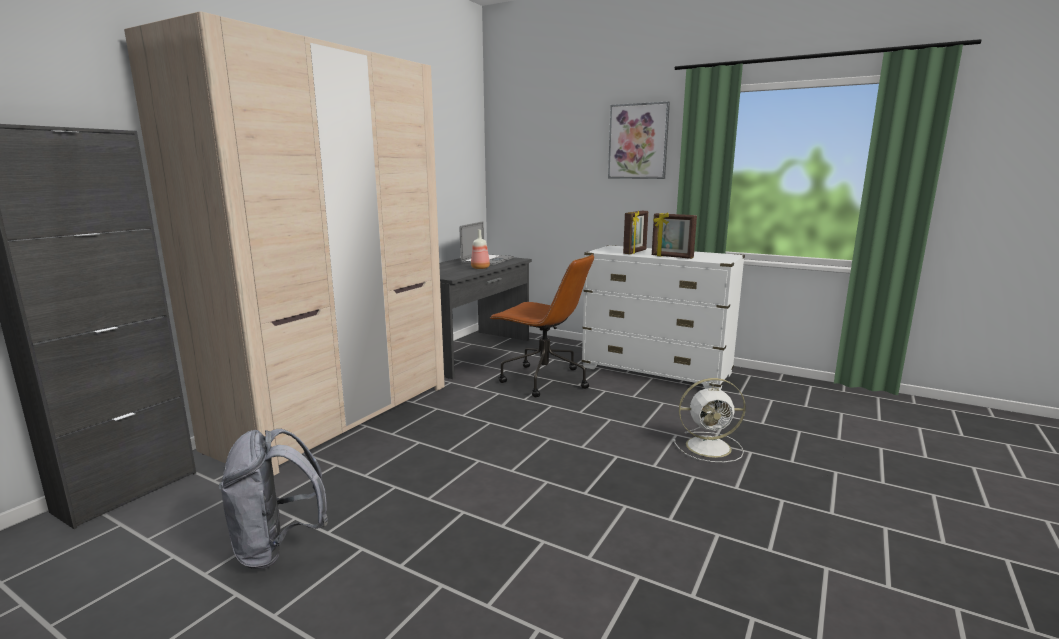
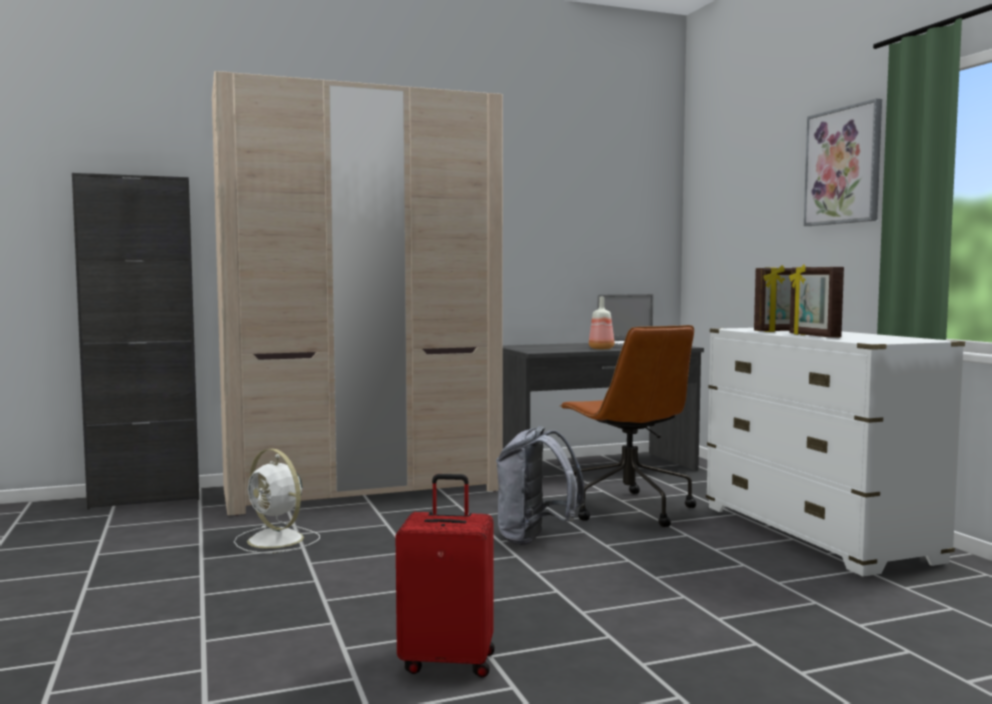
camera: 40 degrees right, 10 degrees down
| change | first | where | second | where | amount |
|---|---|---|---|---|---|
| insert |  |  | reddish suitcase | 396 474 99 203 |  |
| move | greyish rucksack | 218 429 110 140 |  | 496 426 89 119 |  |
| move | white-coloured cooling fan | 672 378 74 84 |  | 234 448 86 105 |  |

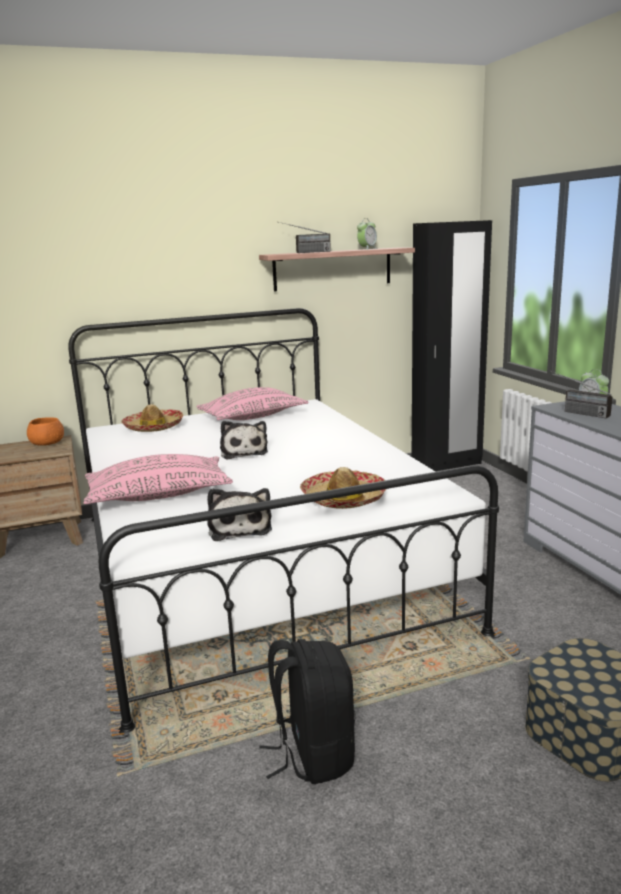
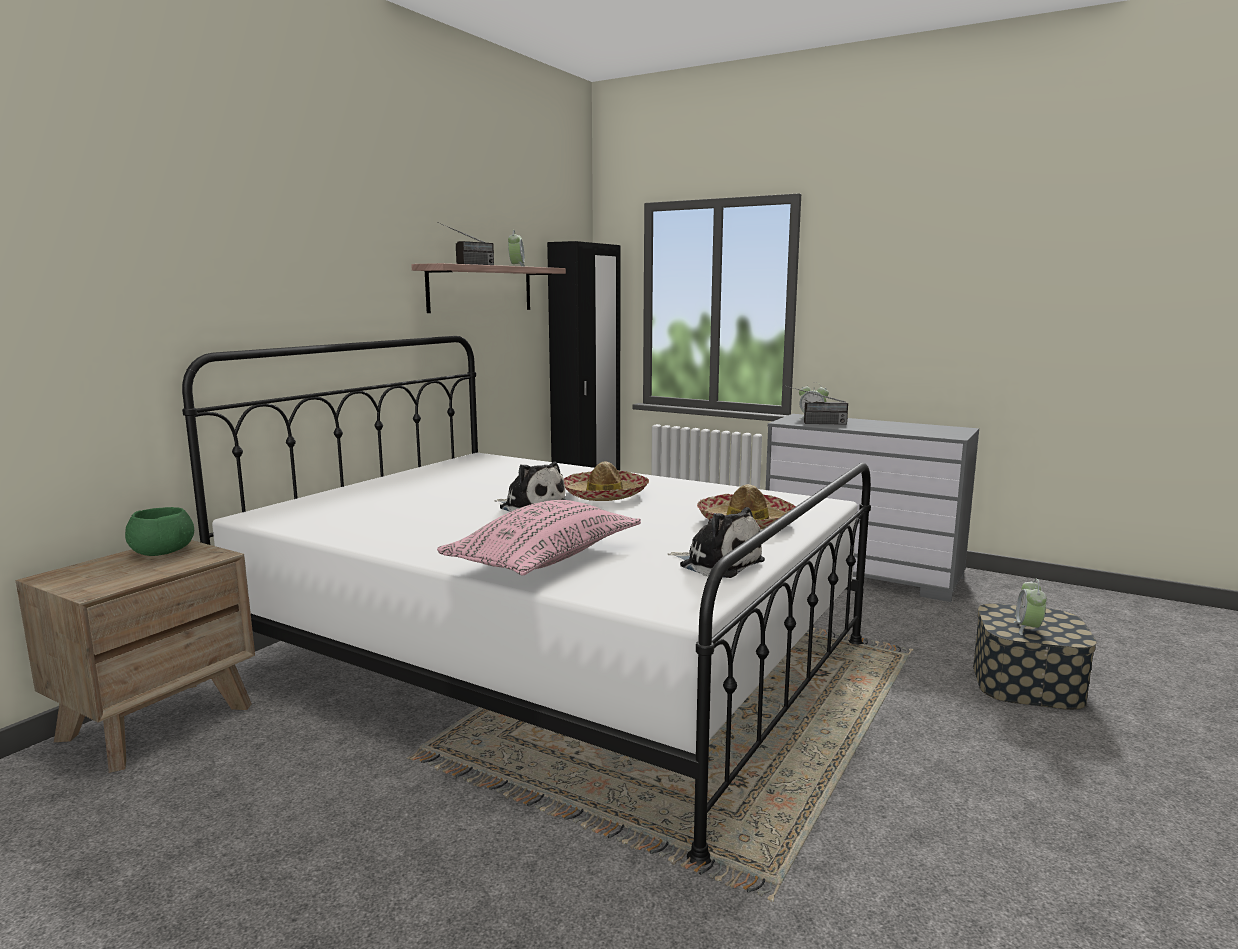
camera: 40 degrees left, 5 degrees down
| change | first | where | second | where | amount |
|---|---|---|---|---|---|
| delete | pink-coloured cushion | 196 387 113 33 |  |  |  |
| delete | black rucksack | 259 639 96 145 |  |  |  |
| insert |  |  | table clock | 1014 579 33 56 |  |
| move | wearable hat | 121 404 62 28 |  | 564 461 85 40 |  |
| recolor | orange-coloured bowl | 27 417 37 29 | greenish bowl | 125 507 69 49 |  |

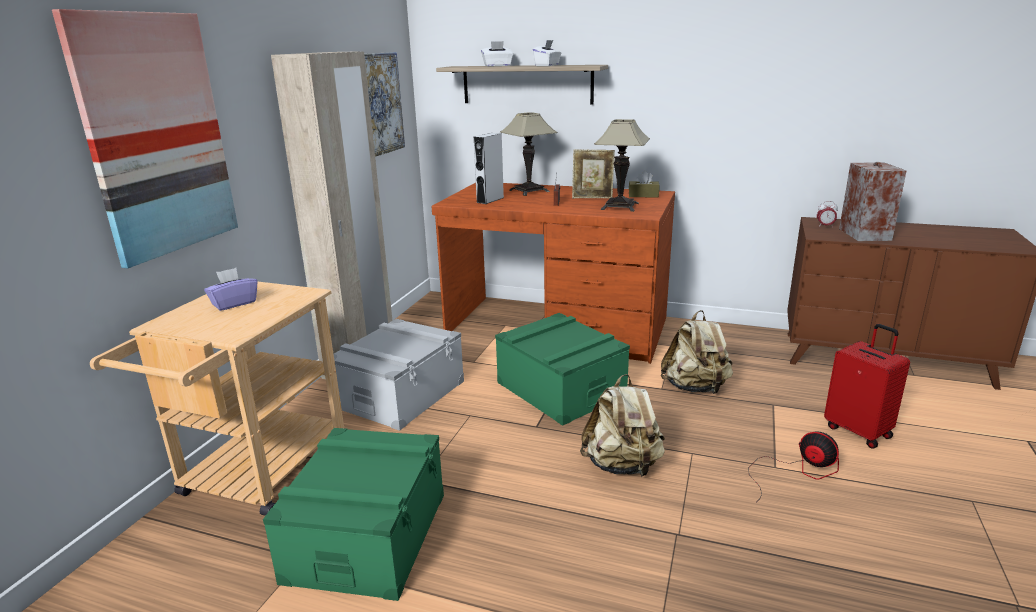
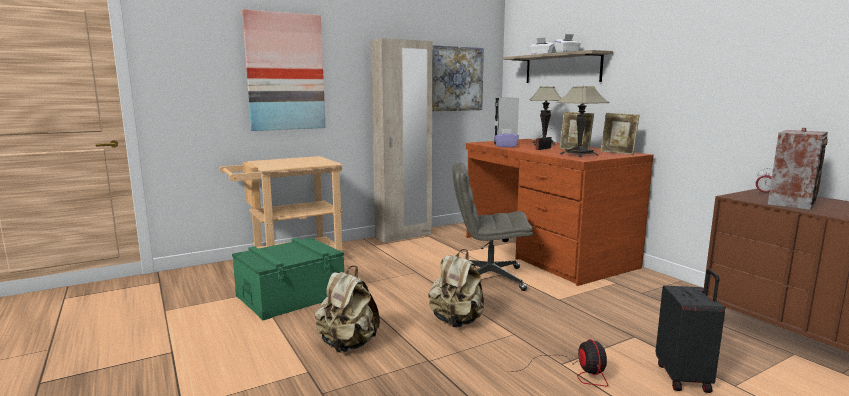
camera: 40 degrees right, 10 degrees down
| change | first | where | second | where | amount |
|---|---|---|---|---|---|
| delete | greyish storage container | 333 319 131 112 |  |  |  |
| move | purplish tissue holder | 204 268 54 43 |  | 494 129 25 18 |  |
| move | beige rucksack | 661 310 72 84 |  | 315 266 65 87 |  |
| replace | greenish storage container | 495 313 135 113 | greyish office chair | 453 163 80 128 |  |
| replace | brown tissue holder | 629 171 31 26 | picture frame | 601 113 39 42 |  |
| recolor | reddish suitcase | 824 324 86 124 | black suitcase | 656 269 69 124 |  |

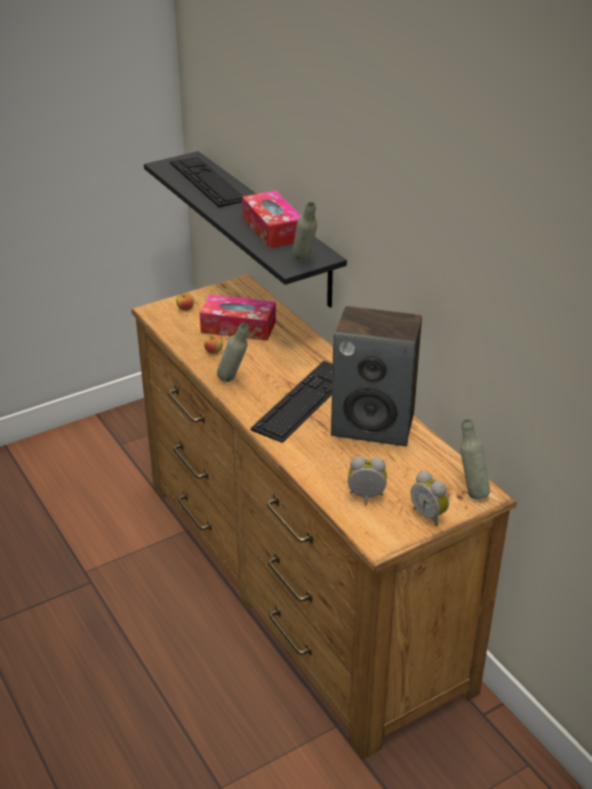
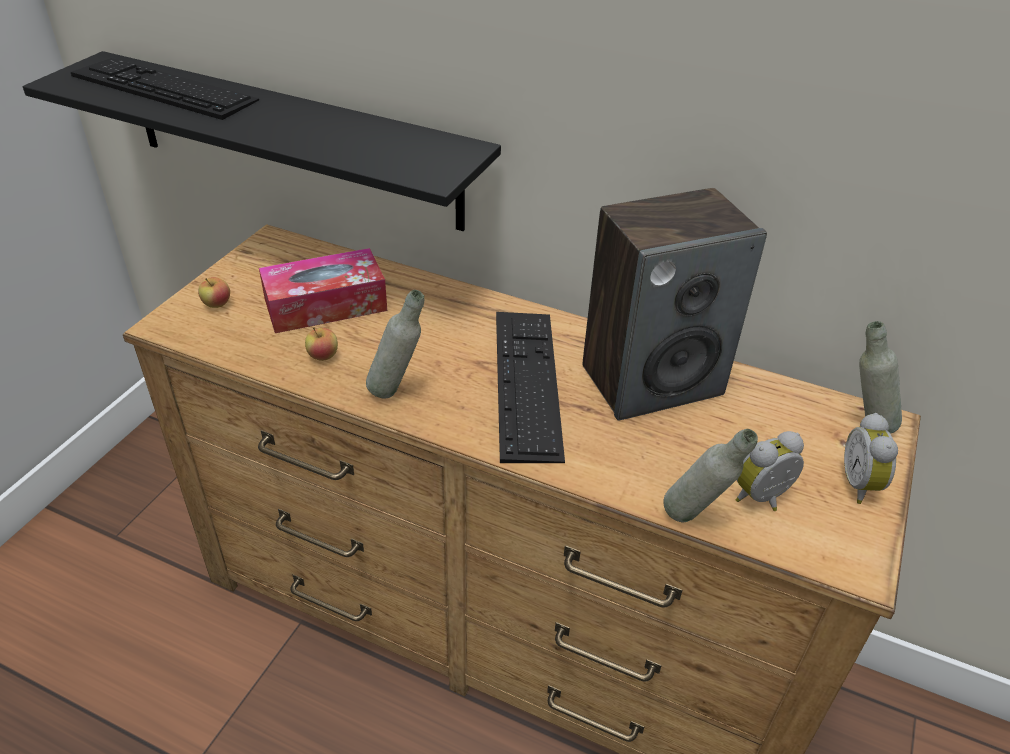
camera: 35 degrees left, 5 degrees up
| change | first | where | second | where | amount |
|---|---|---|---|---|---|
| delete | tissue holder | 242 190 59 59 |  |  |  |
| move | greyish drink bottle | 292 202 26 60 |  | 663 429 95 94 |  |
| rotate | table clock | 411 471 38 55 |  | 844 413 54 91 | 75 degrees clockwise |

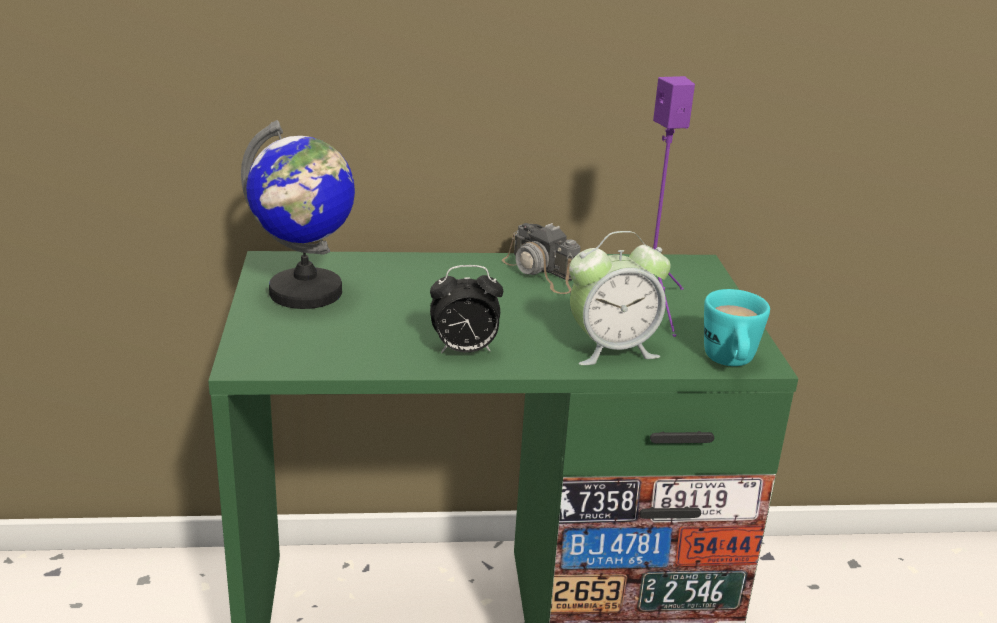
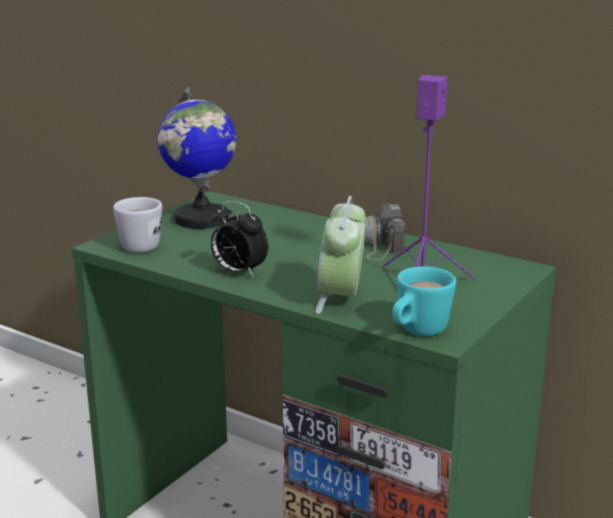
camera: 40 degrees right, 5 degrees down
| change | first | where | second | where | amount |
|---|---|---|---|---|---|
| insert |  |  | white-coloured mug | 113 197 49 56 |  |
| rotate | table clock | 569 231 102 134 |  | 315 196 51 118 | 75 degrees clockwise |

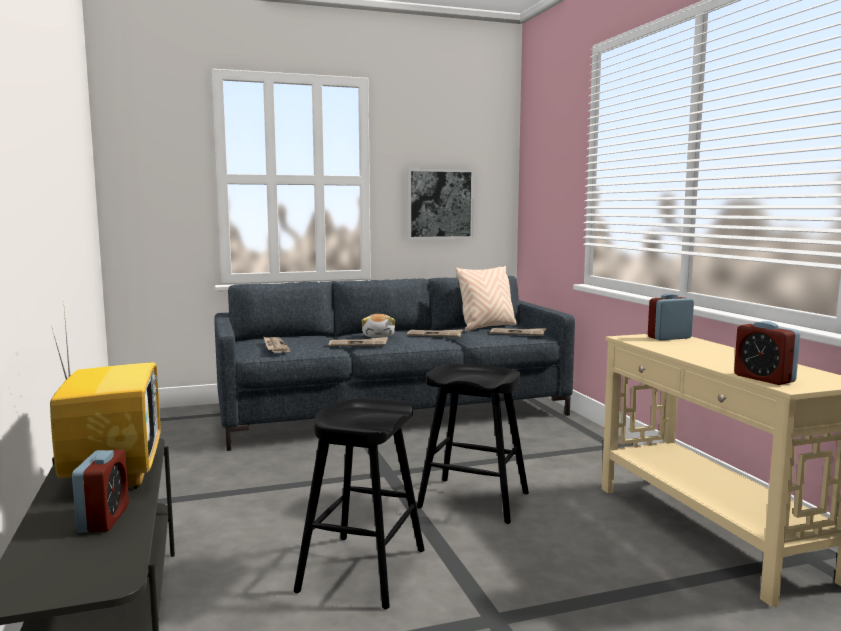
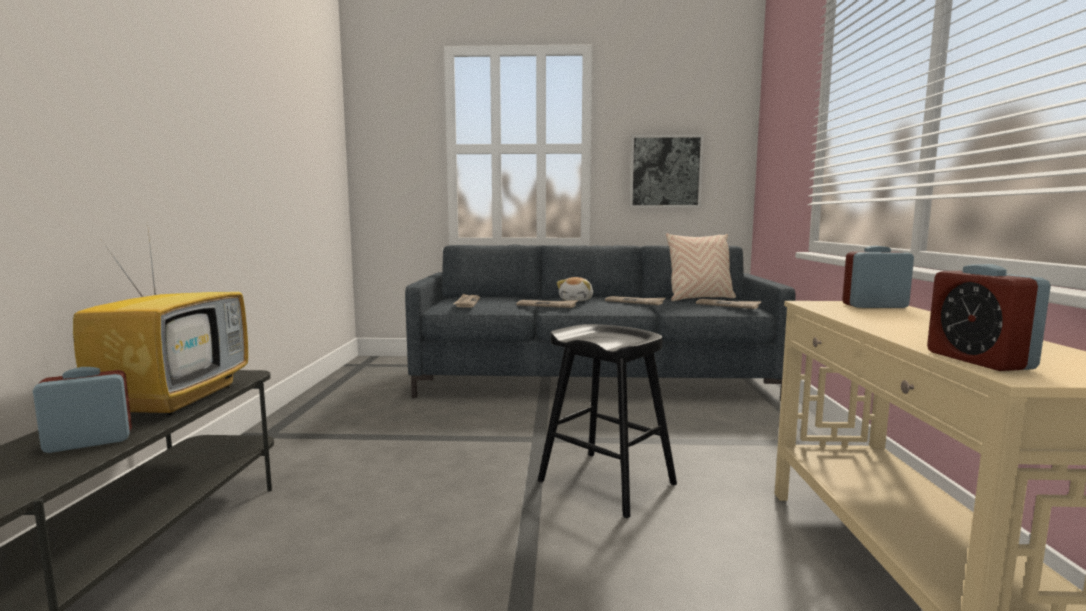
camera: 20 degrees right, 0 degrees up
| change | first | where | second | where | amount |
|---|---|---|---|---|---|
| delete | black stool | 294 398 131 211 |  |  |  |
| rotate | table clock | 72 450 57 83 |  | 33 367 99 86 | 135 degrees counterclockwise |

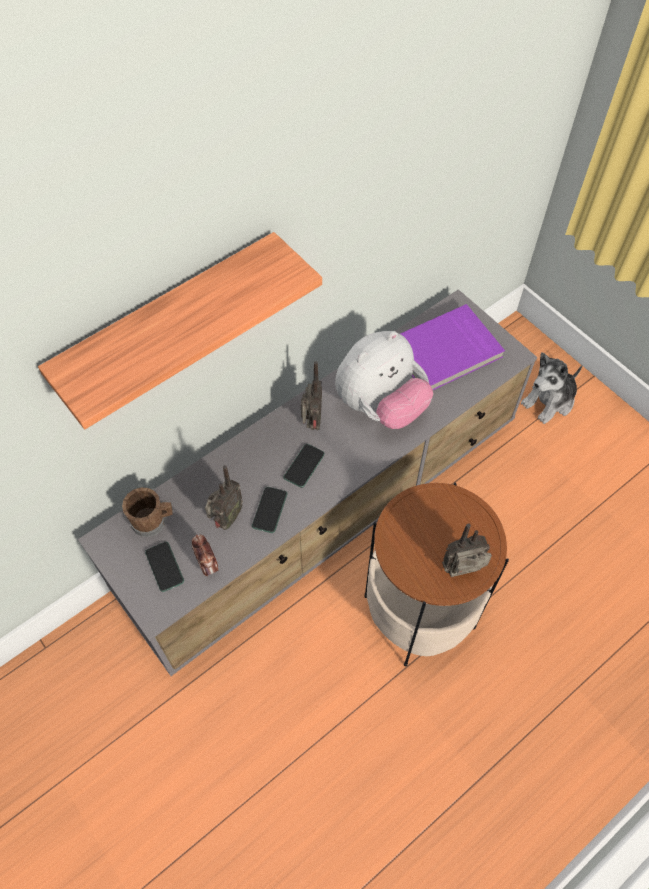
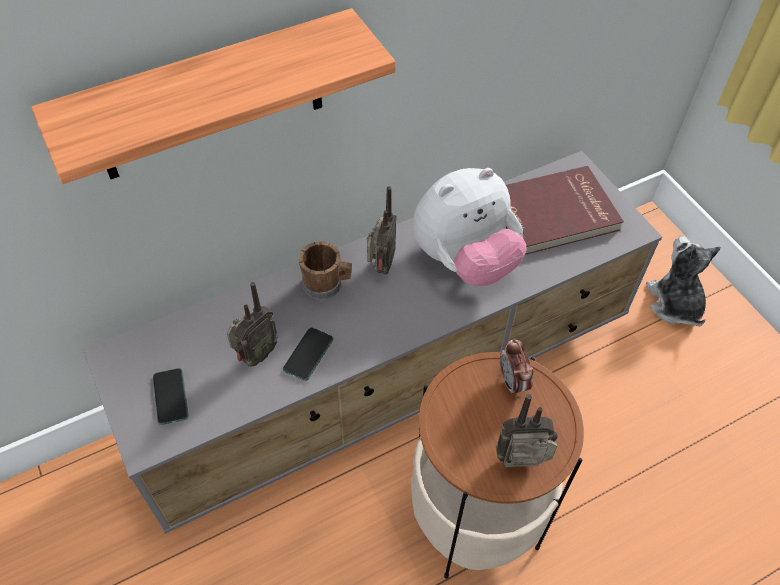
camera: 10 degrees right, 5 degrees down
| change | first | where | second | where | amount |
|---|---|---|---|---|---|
| delete | handset | 283 444 42 44 |  |  |  |
| move | brown mug | 122 487 51 50 |  | 298 241 54 59 |  |
| move | table clock | 192 535 26 41 |  | 500 338 33 57 |  |
| recolor | purplish book | 400 304 105 86 | reddish book | 506 166 118 89 |  |
| rotate | cuddly toy | 521 352 62 72 |  | 646 236 75 91 | 105 degrees clockwise |

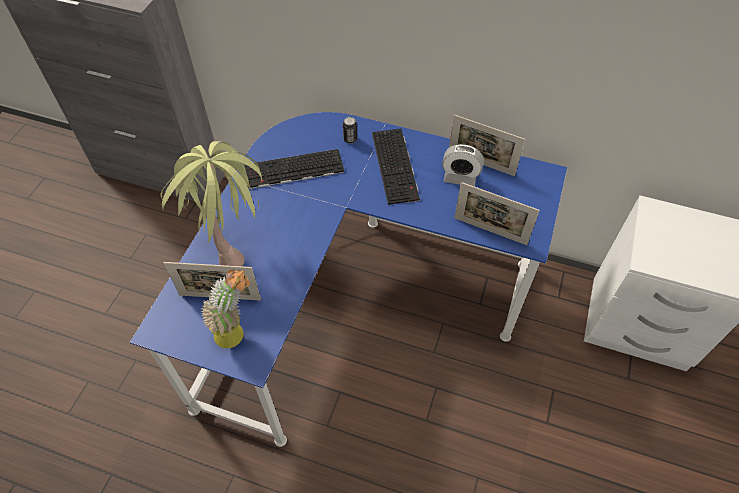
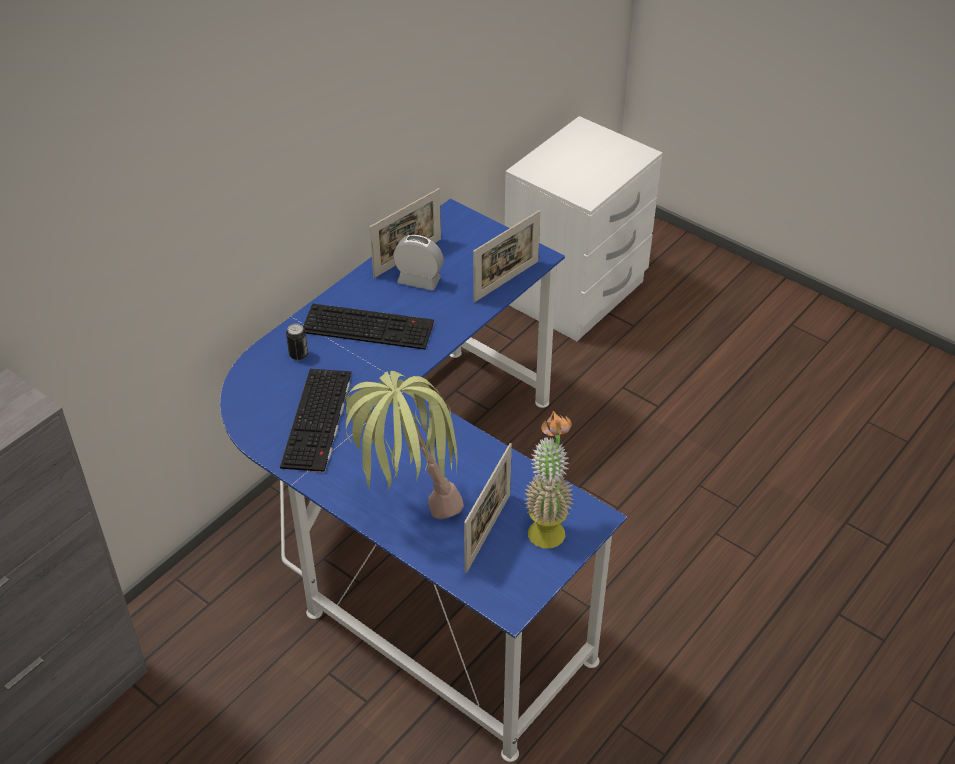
camera: 70 degrees left, 10 degrees down
| change | first | where | second | where | amount |
|---|---|---|---|---|---|
| rotate | table clock | 442 144 42 42 |  | 393 235 51 55 | 105 degrees counterclockwise |

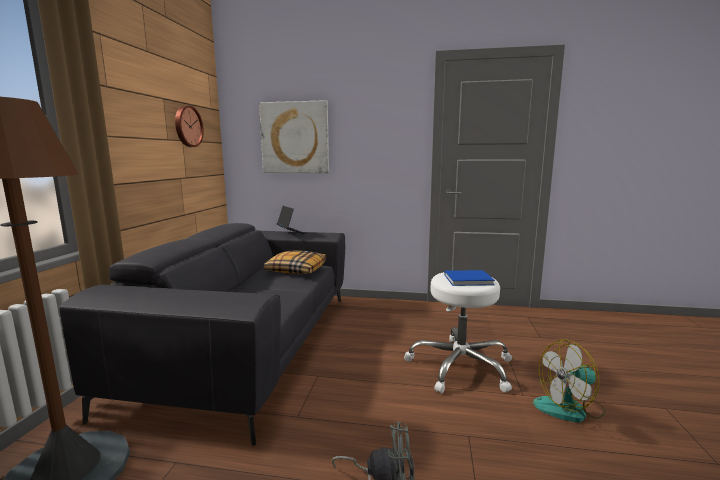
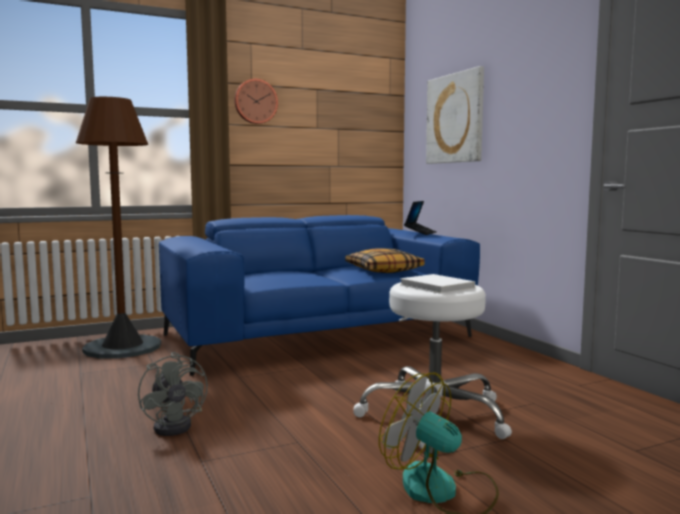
camera: 55 degrees right, 5 degrees down
| change | first | where | second | where | amount |
|---|---|---|---|---|---|
| move | hanging clock | 175 105 29 42 |  | 234 79 44 45 |  |
| recolor | greyish couch | 60 223 285 223 | bluish couch | 159 215 321 161 |  |
| recolor | bluish book | 444 270 51 16 | white-coloured book | 400 274 75 20 |  |

